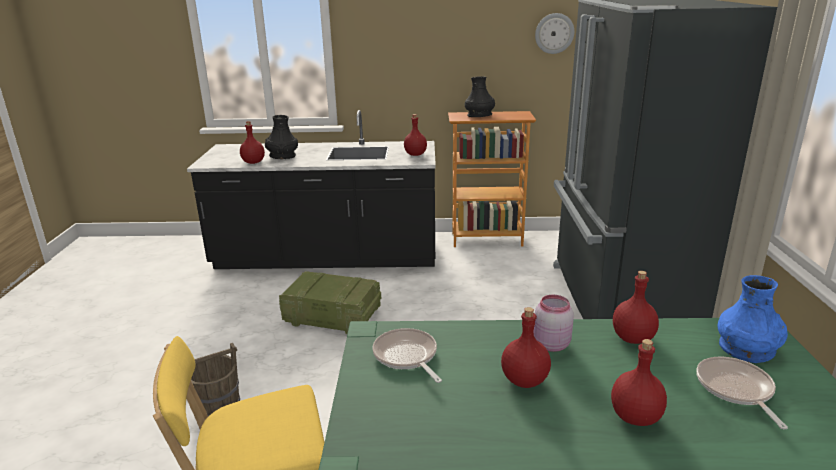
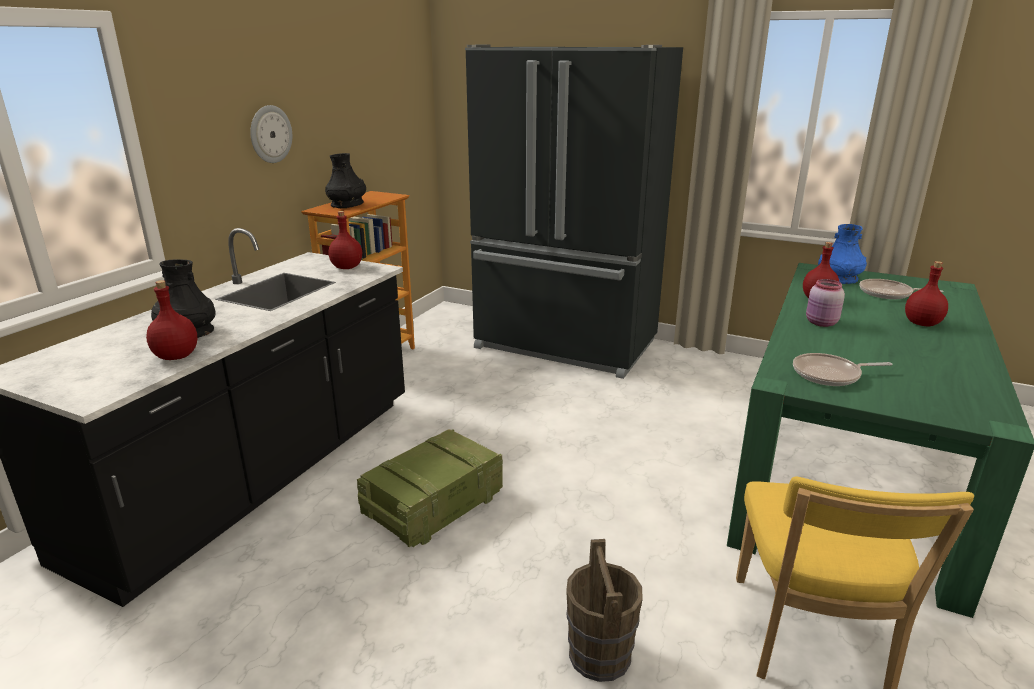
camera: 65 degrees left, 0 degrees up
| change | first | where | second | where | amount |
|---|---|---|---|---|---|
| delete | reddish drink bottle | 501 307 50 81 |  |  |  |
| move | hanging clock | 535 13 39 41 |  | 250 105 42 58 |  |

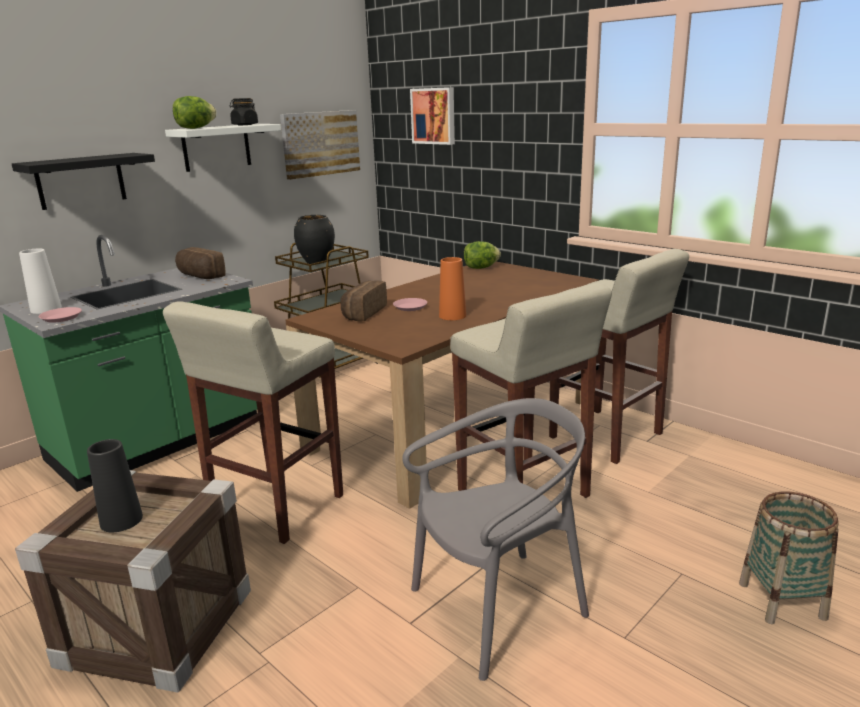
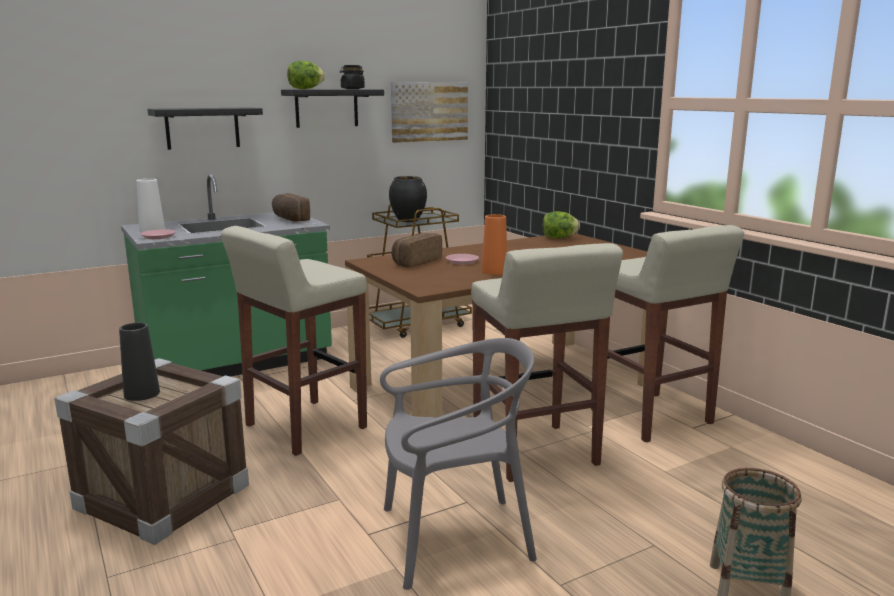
camera: 15 degrees right, 5 degrees down
| change | first | where | second | where | amount |
|---|---|---|---|---|---|
| delete | wall picture | 410 87 45 58 |  |  |  |
| recolor | white-coloured wall shelf | 165 124 116 48 | black wall shelf | 281 90 103 38 |  |

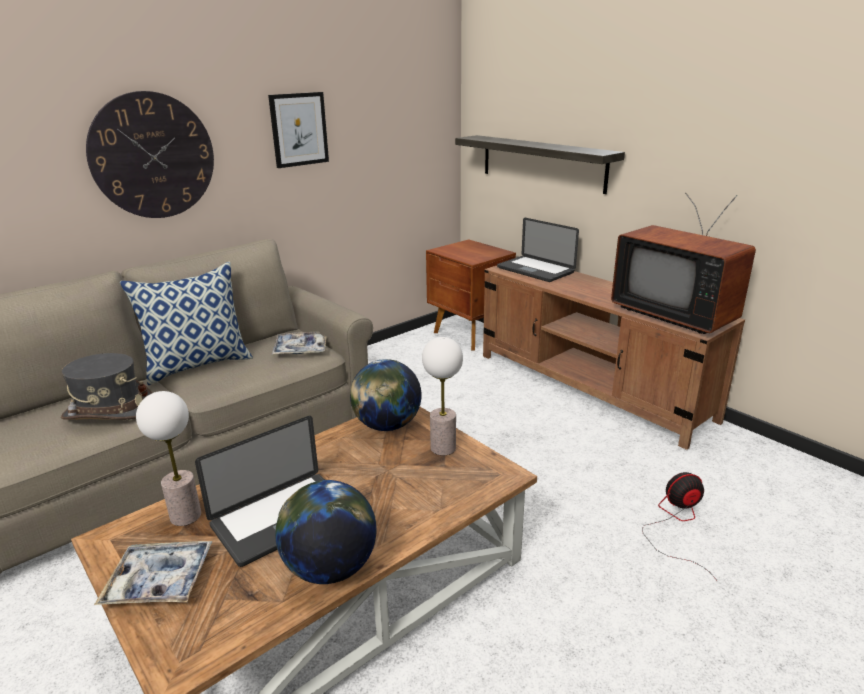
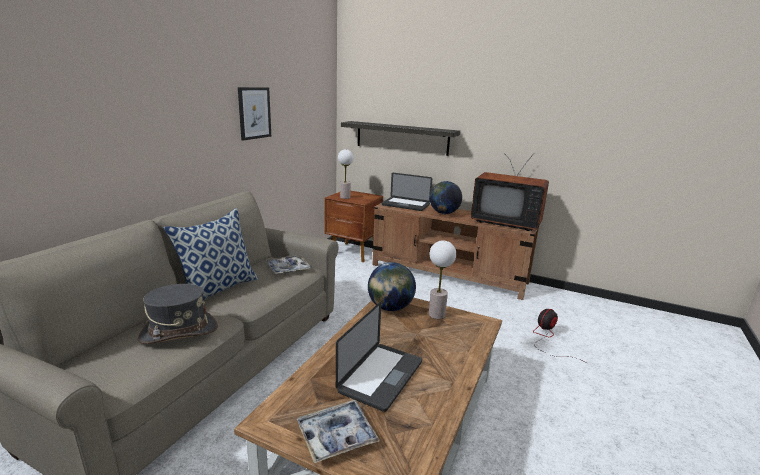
camera: 25 degrees left, 5 degrees down
| change | first | where | second | where | amount |
|---|---|---|---|---|---|
| delete | hanging clock | 86 91 128 127 |  |  |  |
| move | table lamp | 136 391 65 135 |  | 338 149 16 50 |  |
| move | desk globe | 275 480 101 104 |  | 430 181 32 33 |  |

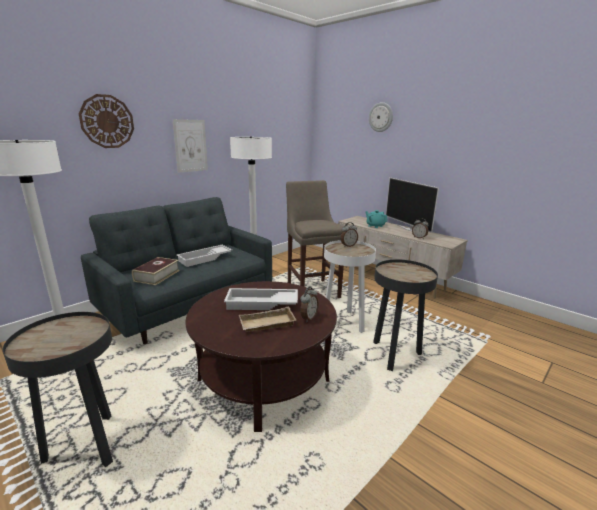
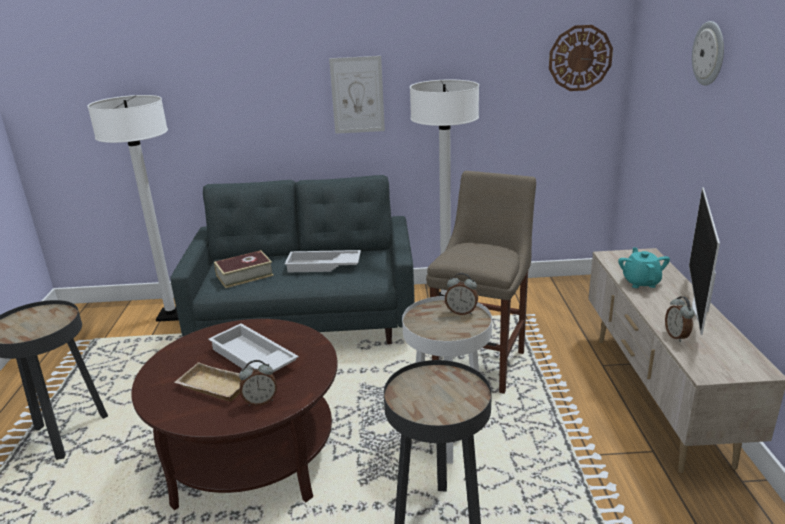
camera: 45 degrees right, 5 degrees up
| change | first | where | second | where | amount |
|---|---|---|---|---|---|
| move | hanging clock | 79 94 55 54 |  | 549 25 64 66 |  |

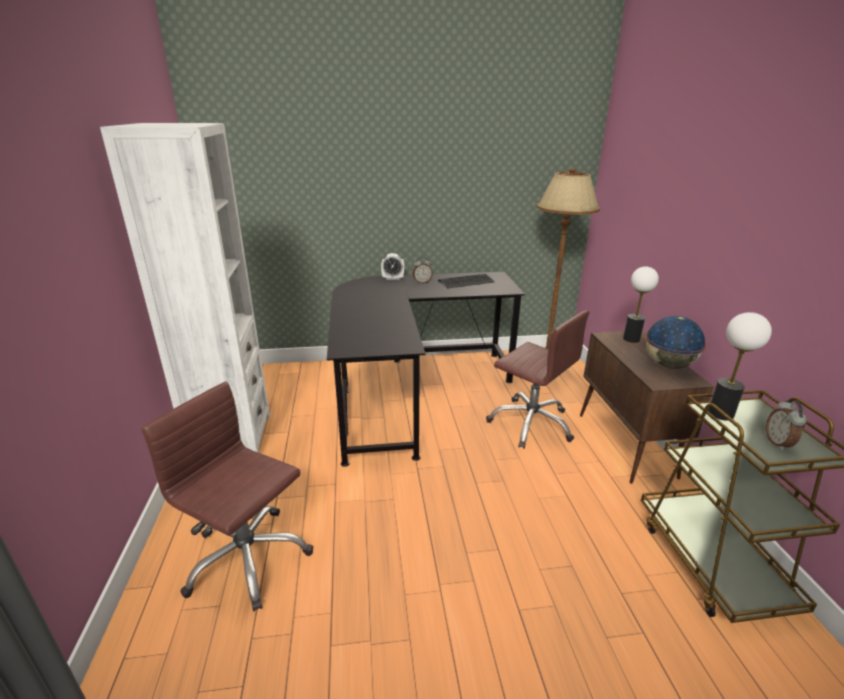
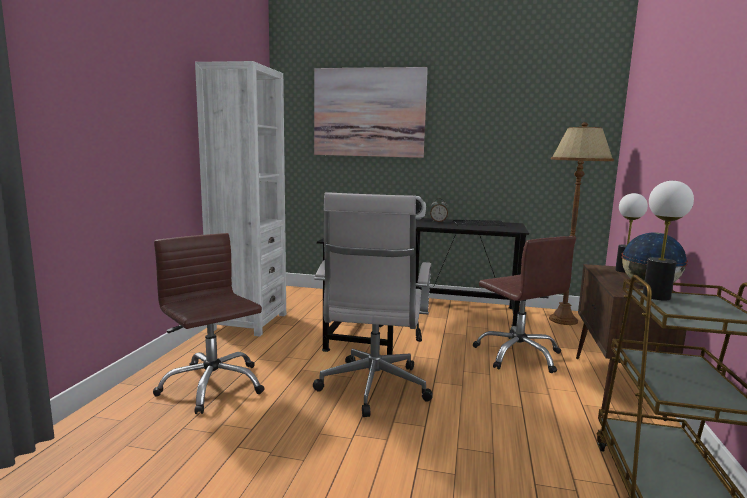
camera: 20 degrees right, 15 degrees down
| change | first | where | second | where | amount |
|---|---|---|---|---|---|
| delete | table clock | 766 400 41 50 |  |  |  |
| insert |  |  | white-coloured office chair | 313 192 119 225 |  |
| insert |  |  | wall picture | 314 67 114 91 |  |

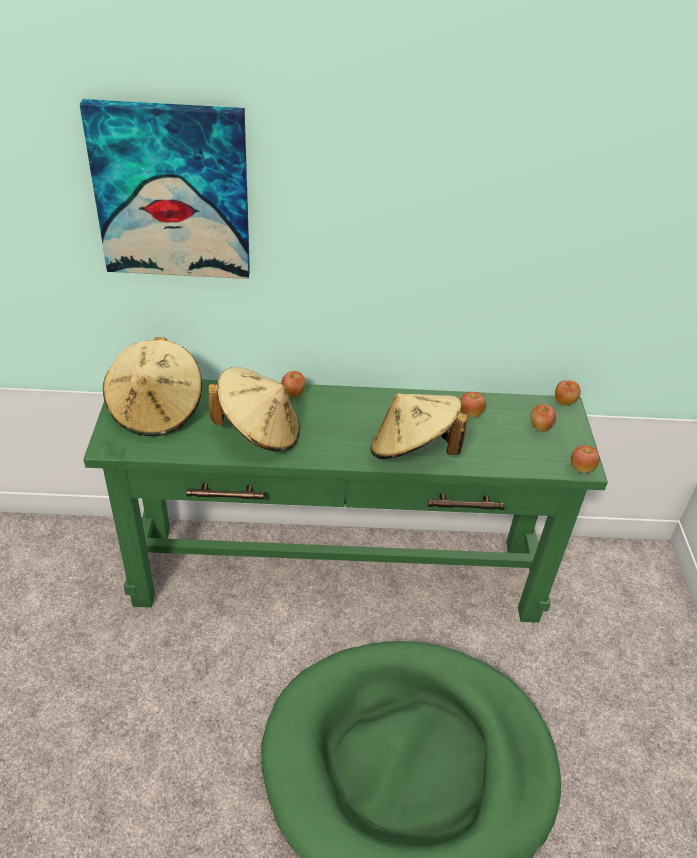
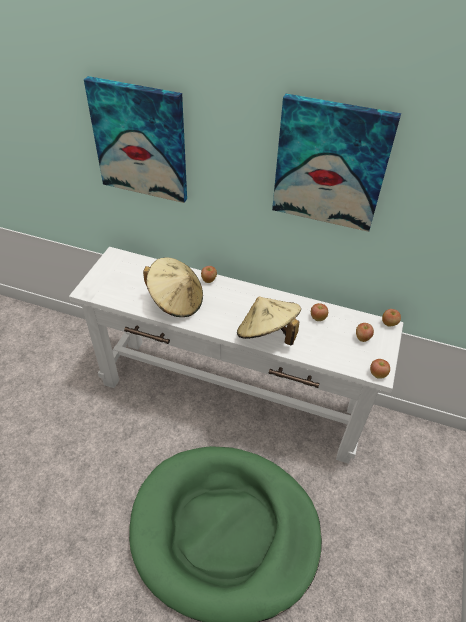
camera: 20 degrees right, 5 degrees up
| change | first | where | second | where | amount |
|---|---|---|---|---|---|
| delete | beige wearable hat | 103 337 99 99 |  |  |  |
| insert |  |  | wall picture | 272 94 129 138 |  |
| recolor | greenish narrow table | 83 379 525 244 | white-coloured narrow table | 69 247 335 217 |  |

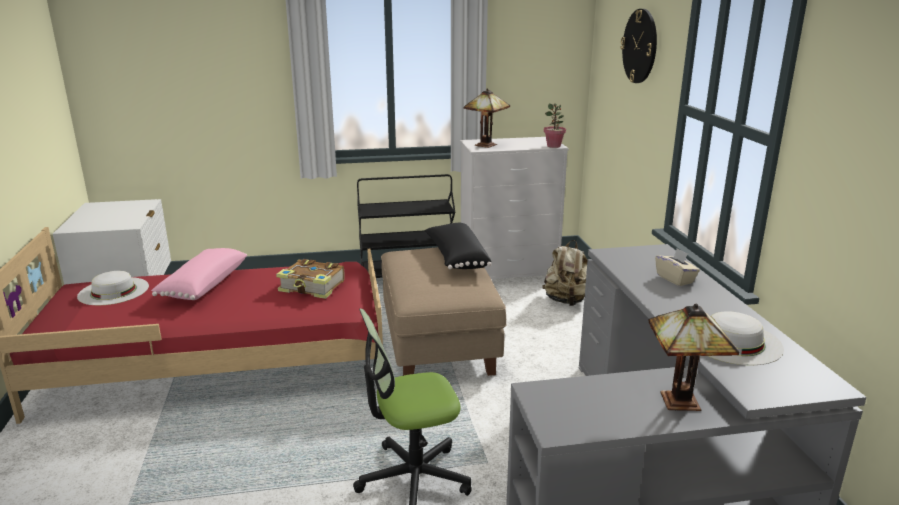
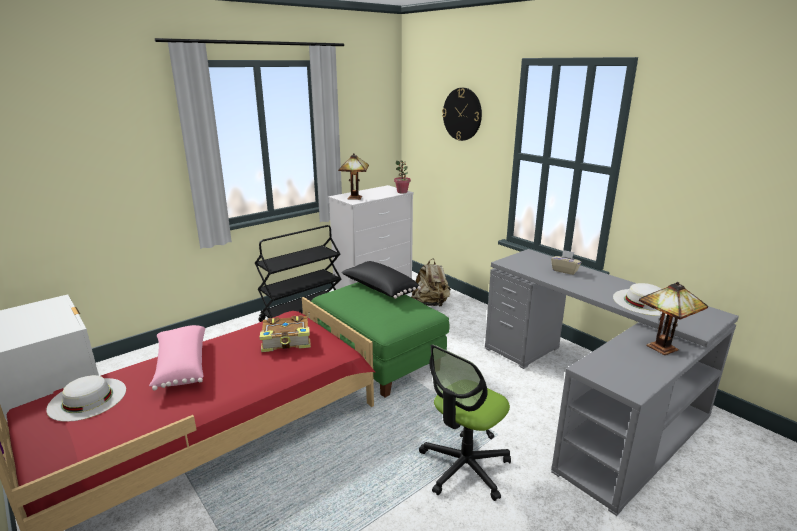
camera: 30 degrees left, 0 degrees up
| change | first | where | second | where | amount |
|---|---|---|---|---|---|
| recolor | beige pouffe | 381 247 125 129 | greenish pouffe | 311 282 139 116 |  |

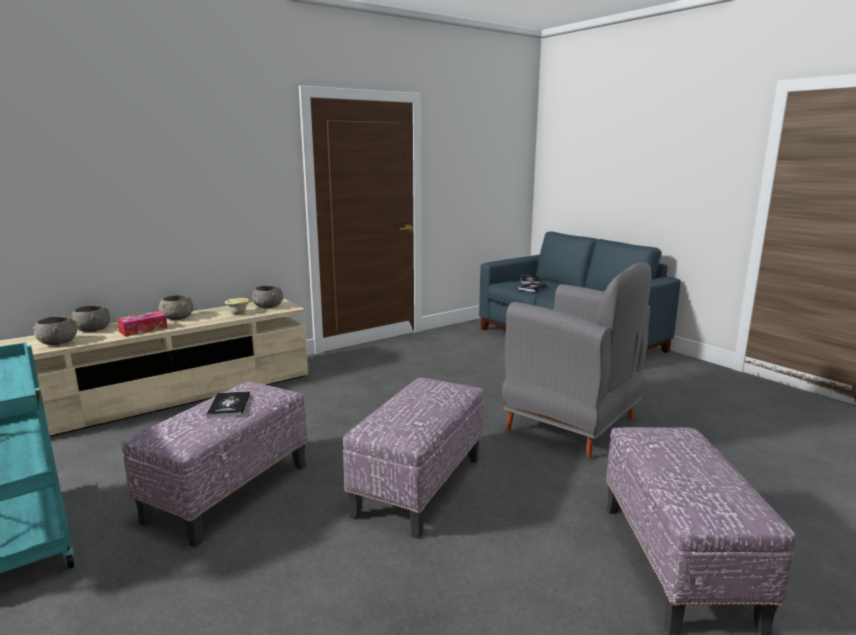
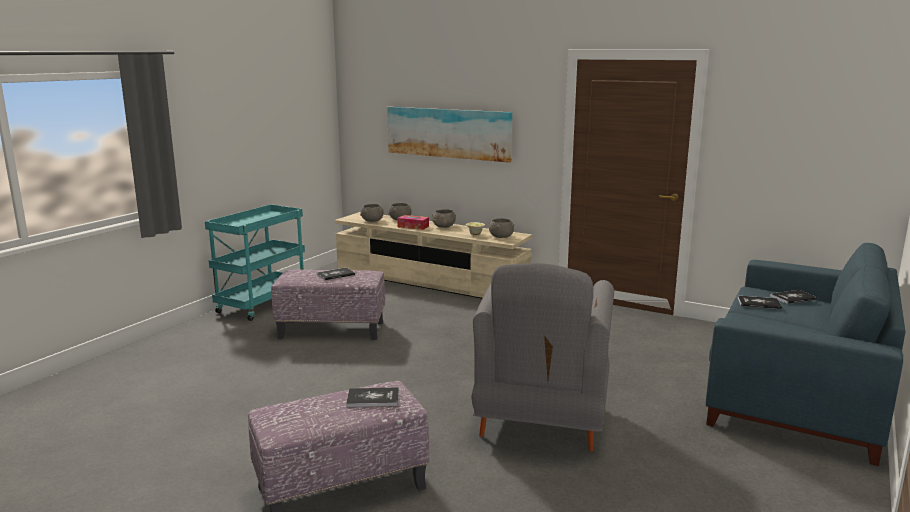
camera: 65 degrees right, 0 degrees up
| change | first | where | second | where | amount |
|---|---|---|---|---|---|
| delete | pouffe | 343 378 141 161 |  |  |  |
| insert |  |  | book | 346 387 53 20 |  |
| insert |  |  | wall picture | 387 107 125 56 |  |

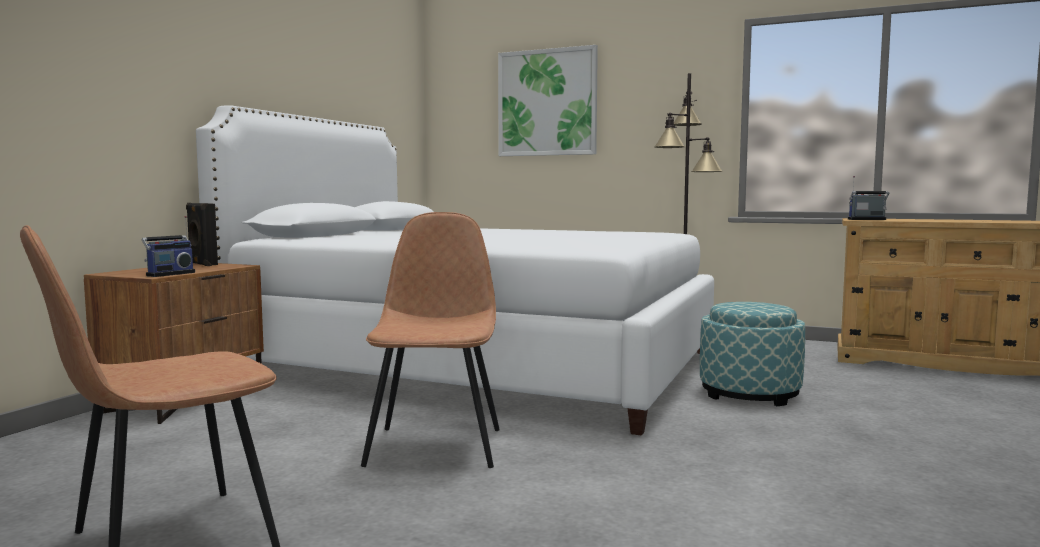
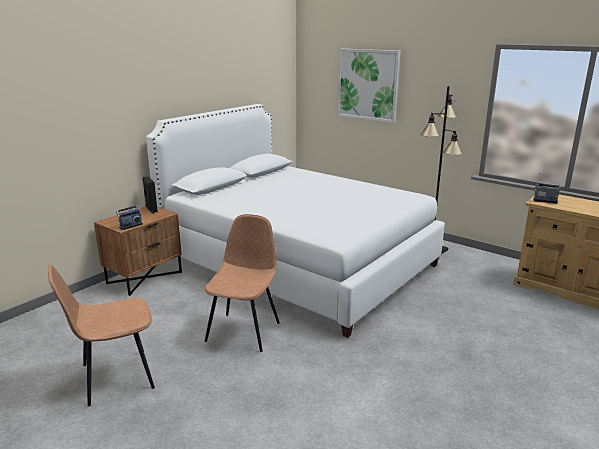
camera: 15 degrees right, 15 degrees up
| change | first | where | second | where | amount |
|---|---|---|---|---|---|
| delete | pouffe | 700 302 105 104 |  |  |  |

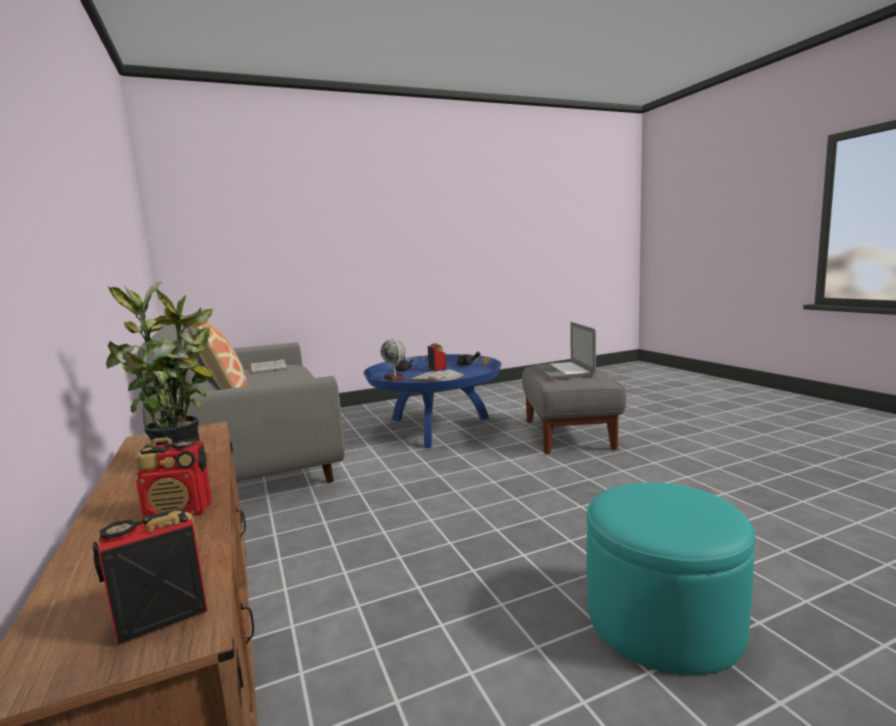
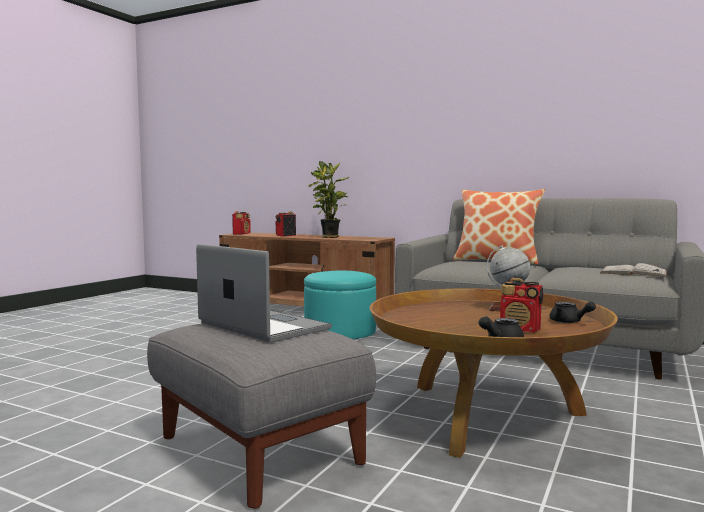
camera: 140 degrees right, 5 degrees down
| change | first | where | second | where | amount |
|---|---|---|---|---|---|
| delete | white-coloured book | 409 370 56 12 |  |  |  |
| move | turquoise pouffe | 586 483 170 192 |  | 304 271 72 68 |  |
| recolor | bluish low table | 363 354 139 94 | brown low table | 370 288 248 170 |  |

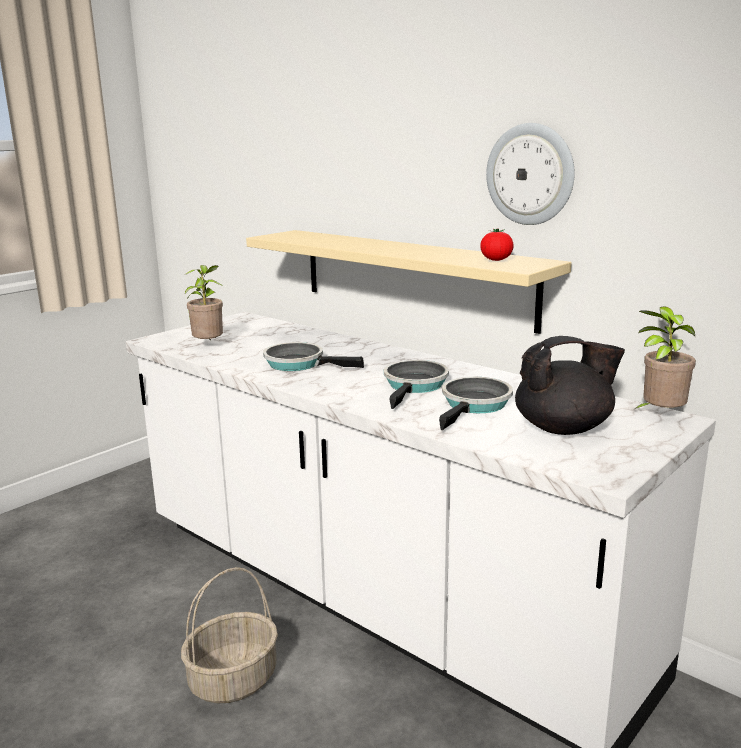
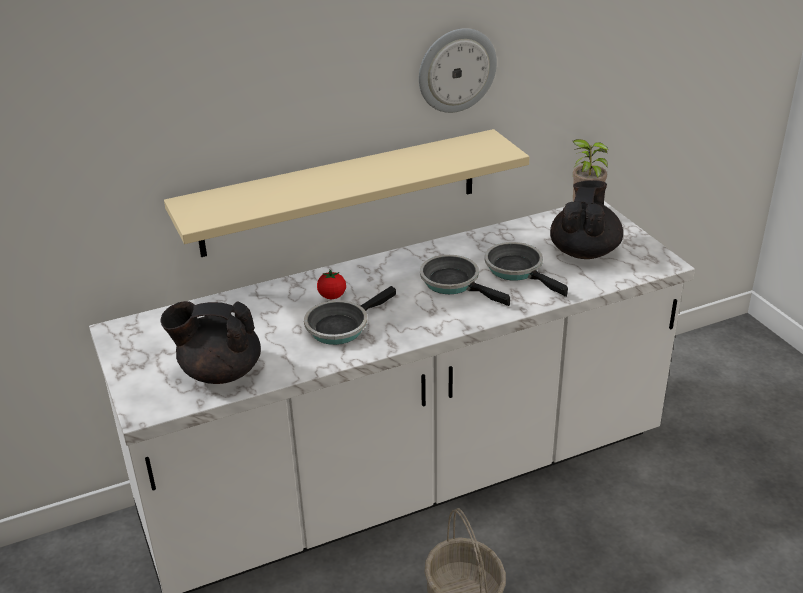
camera: 65 degrees left, 15 degrees up
| change | first | where | second | where | amount |
|---|---|---|---|---|---|
| move | whole tomato | 480 229 34 32 |  | 317 270 29 29 |  |
| replace | potted plant | 185 265 38 75 | black teapot | 161 301 100 83 |  |

